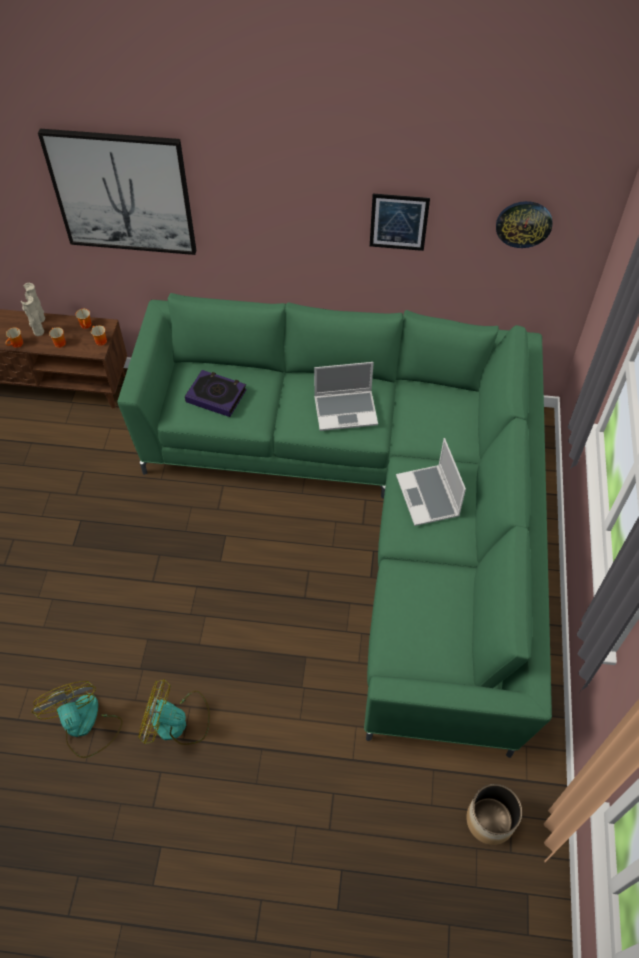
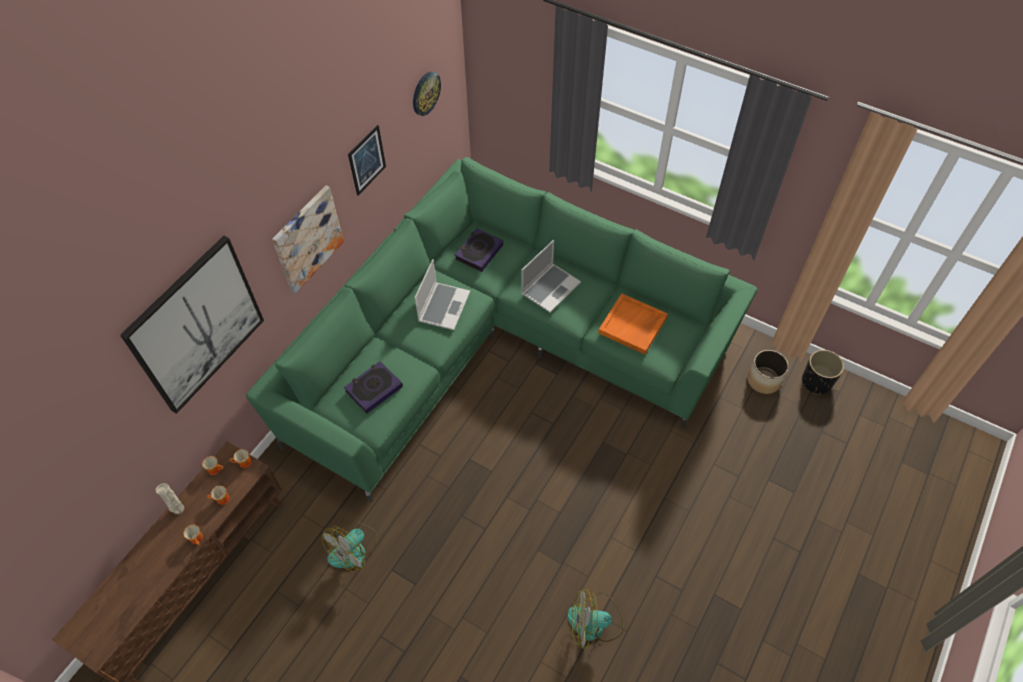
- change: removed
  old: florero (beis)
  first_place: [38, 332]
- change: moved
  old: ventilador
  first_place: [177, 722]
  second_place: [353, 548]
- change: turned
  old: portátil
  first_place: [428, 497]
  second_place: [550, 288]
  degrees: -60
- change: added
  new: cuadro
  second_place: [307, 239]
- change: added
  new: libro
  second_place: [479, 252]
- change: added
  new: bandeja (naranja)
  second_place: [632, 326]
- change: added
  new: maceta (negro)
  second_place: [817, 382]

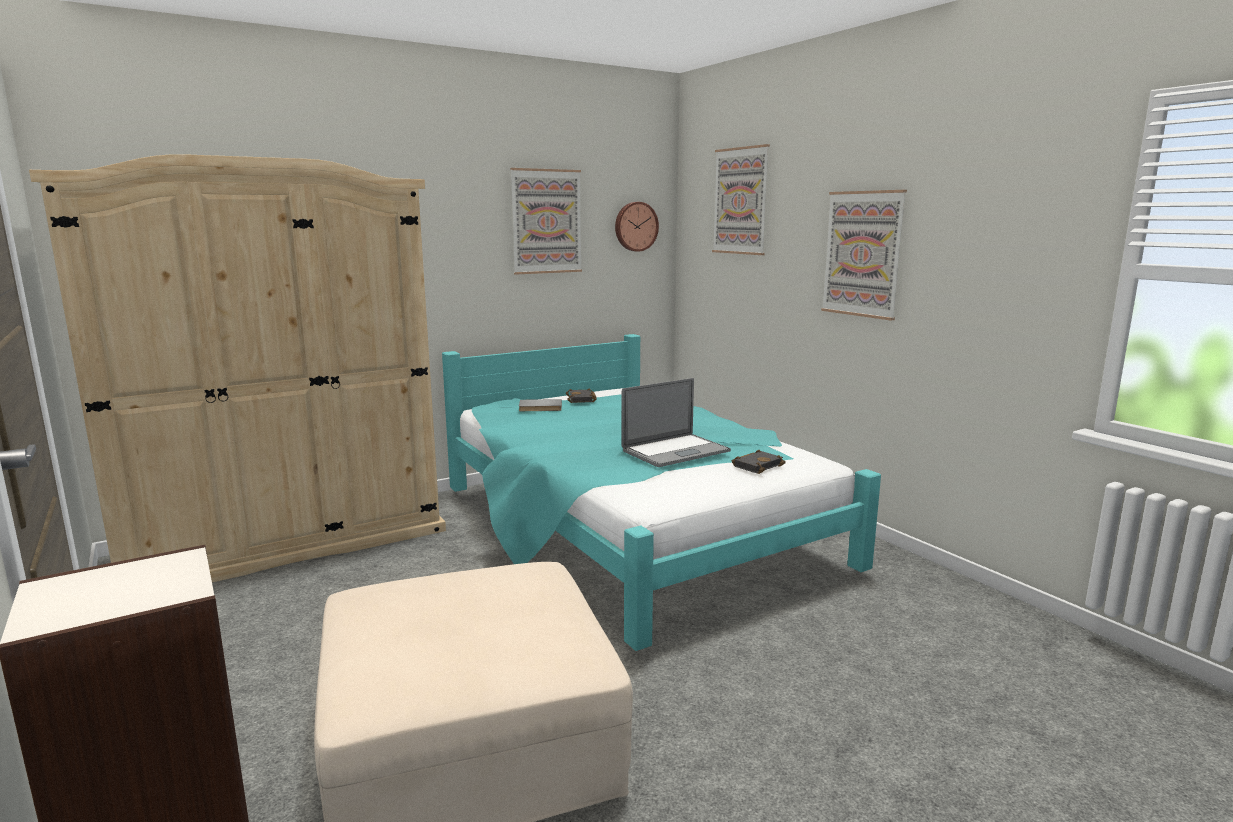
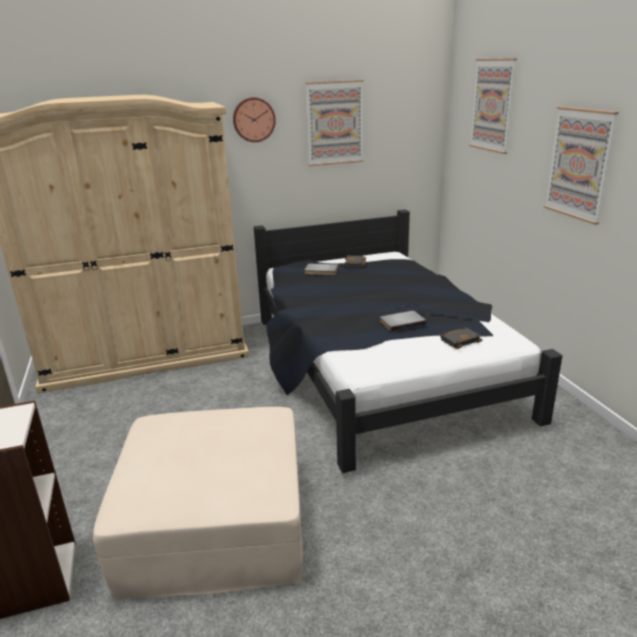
- change: recoloured
  old: cama (turquesa)
  new: cama (negro)
  first_place: [632, 529]
  second_place: [379, 368]
- change: moved
  old: reloj de pared
  first_place: [635, 226]
  second_place: [253, 119]
- change: replaced
  old: portátil
  new: libro (gris)
  first_place: [675, 451]
  second_place: [401, 322]

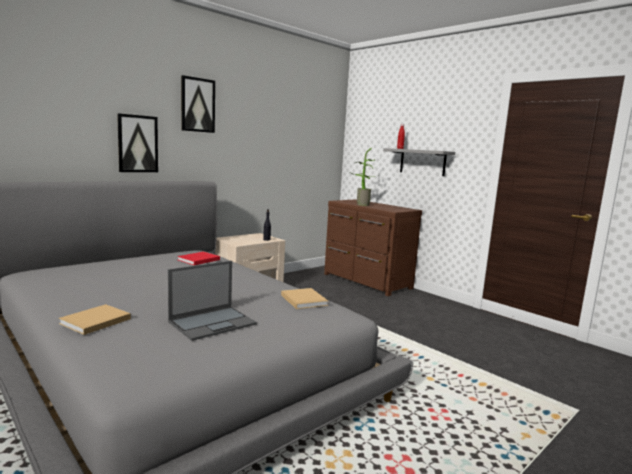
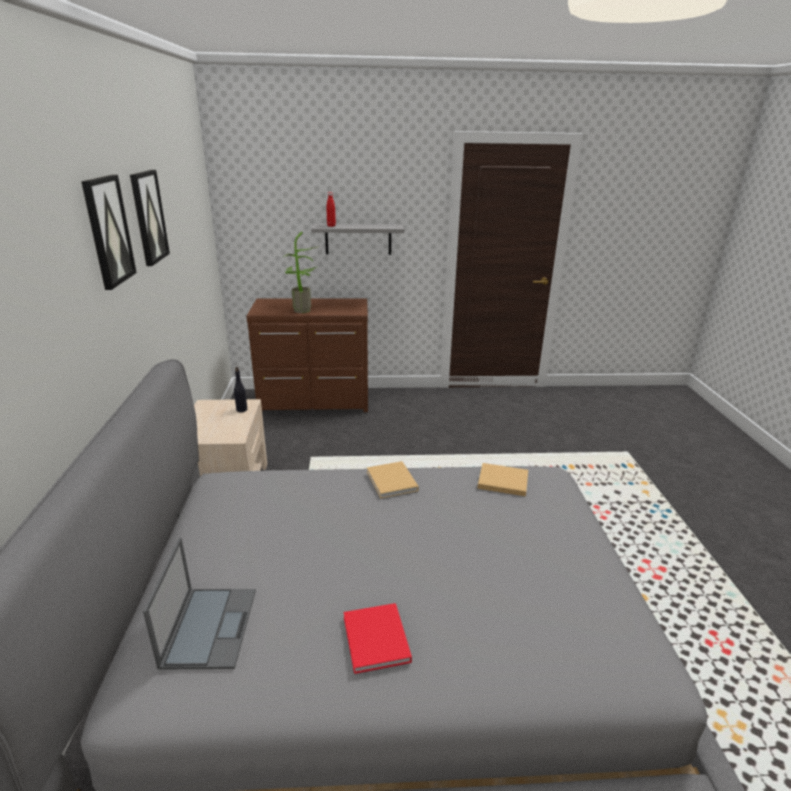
- change: moved
  old: libro (beis)
  first_place: [94, 322]
  second_place: [392, 482]
- change: moved
  old: cuadro
  first_place: [137, 144]
  second_place: [148, 217]
- change: moved
  old: portátil
  first_place: [213, 323]
  second_place: [210, 626]
- change: moved
  old: libro (rojo)
  first_place: [197, 260]
  second_place: [376, 641]

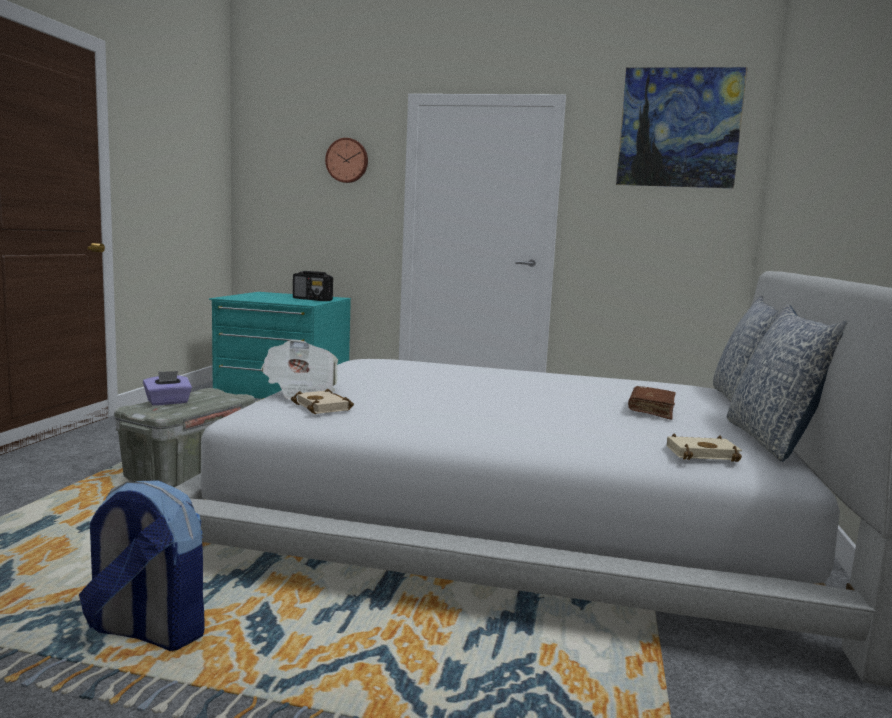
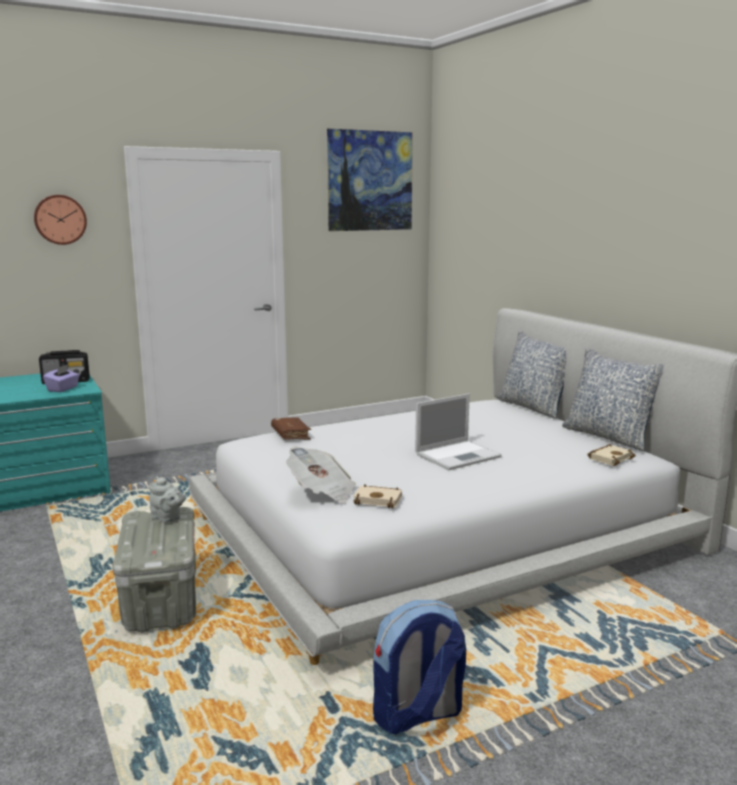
- change: moved
  old: caja de pañuelos (morado)
  first_place: [168, 402]
  second_place: [63, 389]
- change: moved
  old: libro (marrón)
  first_place: [651, 410]
  second_place: [290, 435]
- change: added
  new: tetera (gris)
  second_place: [168, 518]
- change: added
  new: portátil
  second_place: [458, 455]

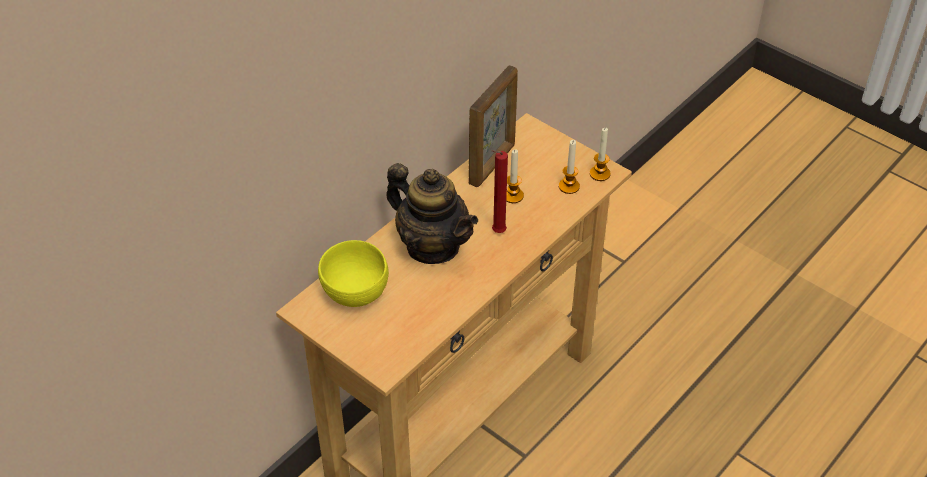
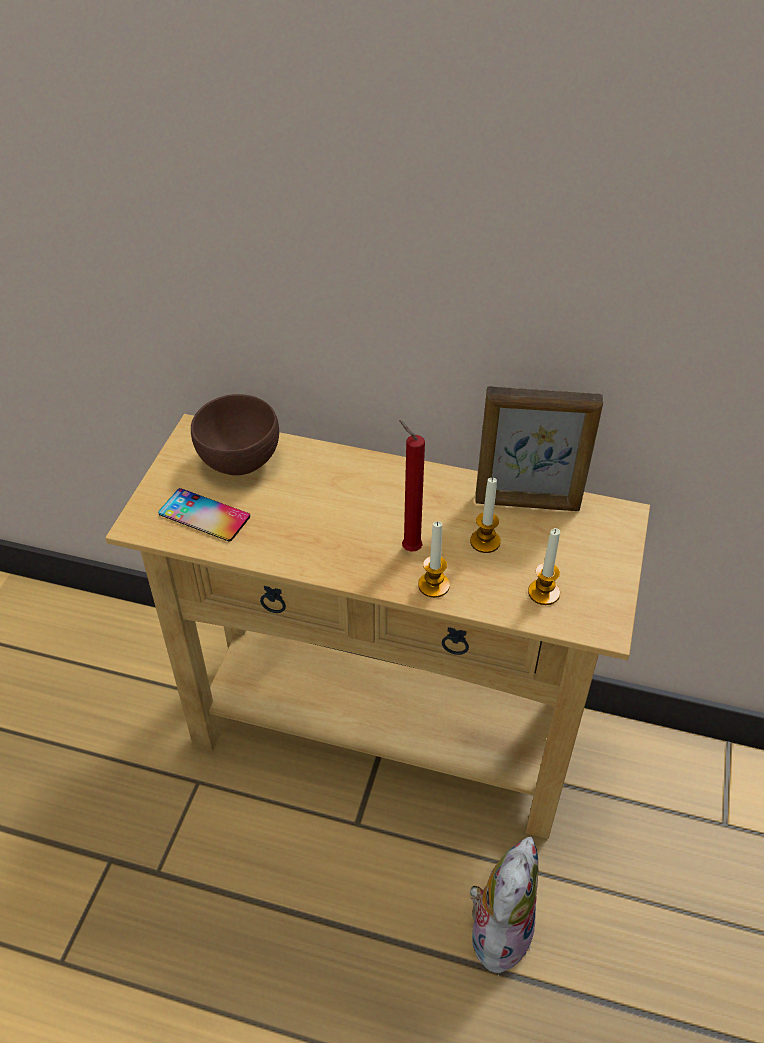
- change: recoloured
  old: cuenco (amarillo)
  new: cuenco (marrón)
  first_place: [355, 292]
  second_place: [241, 460]
- change: removed
  old: tetera
  first_place: [432, 246]
- change: moved
  old: vela
  first_place: [599, 174]
  second_place: [433, 585]
- change: added
  new: móvil
  second_place: [204, 515]
- change: added
  new: peluche
  second_place: [498, 929]

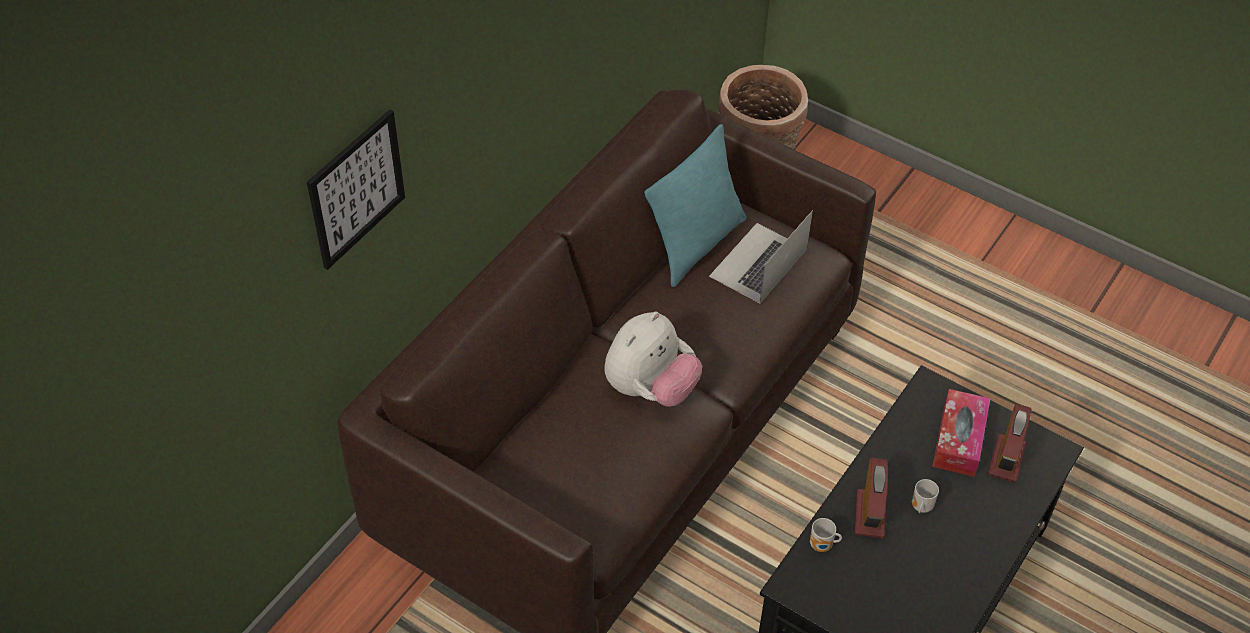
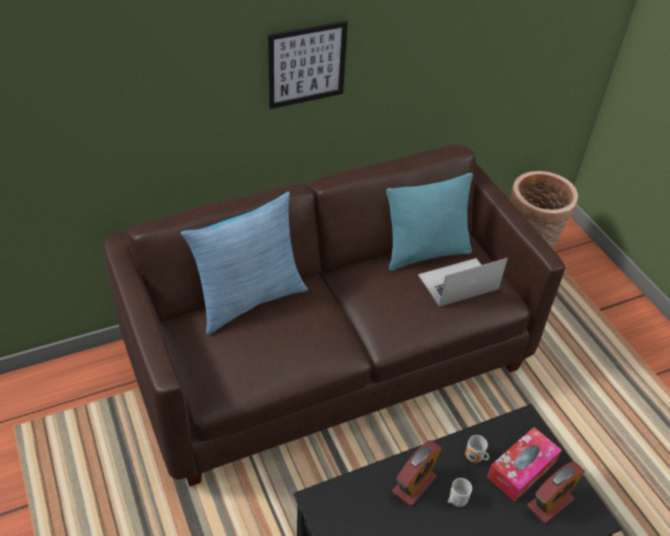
- change: moved
  old: cuadro
  first_place: [356, 189]
  second_place: [306, 64]
- change: removed
  old: peluche
  first_place: [650, 389]
- change: moved
  old: taza grande
  first_place: [822, 546]
  second_place: [474, 458]
- change: added
  new: cojín
  second_place: [248, 299]

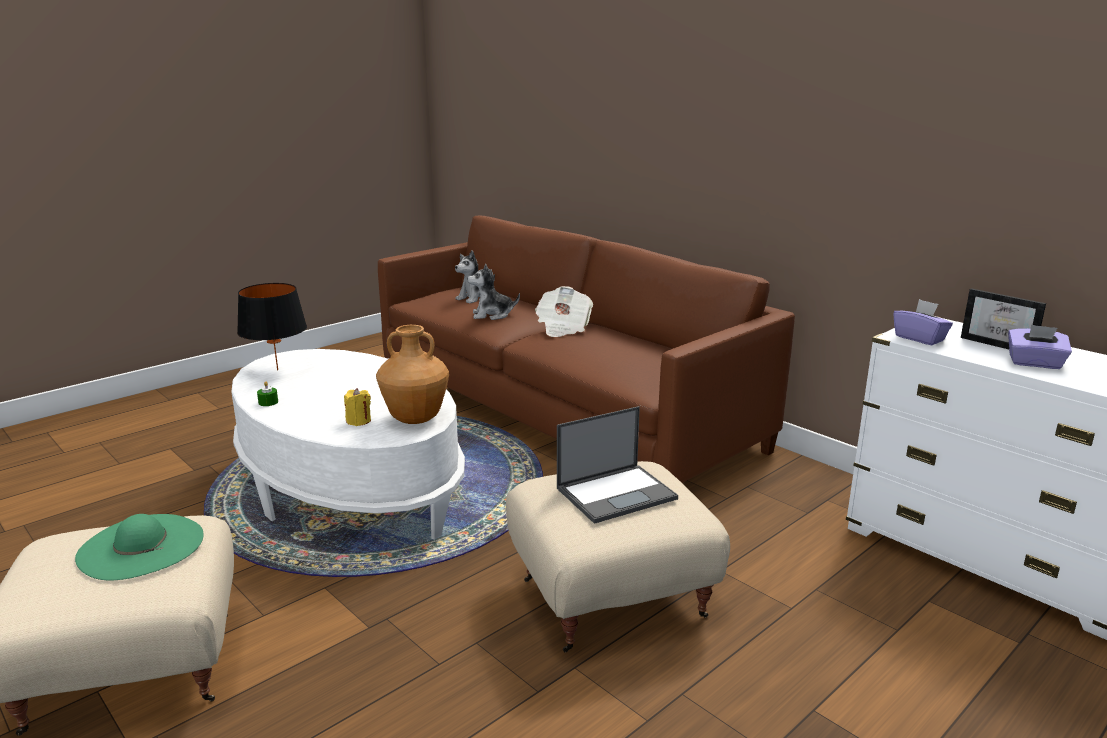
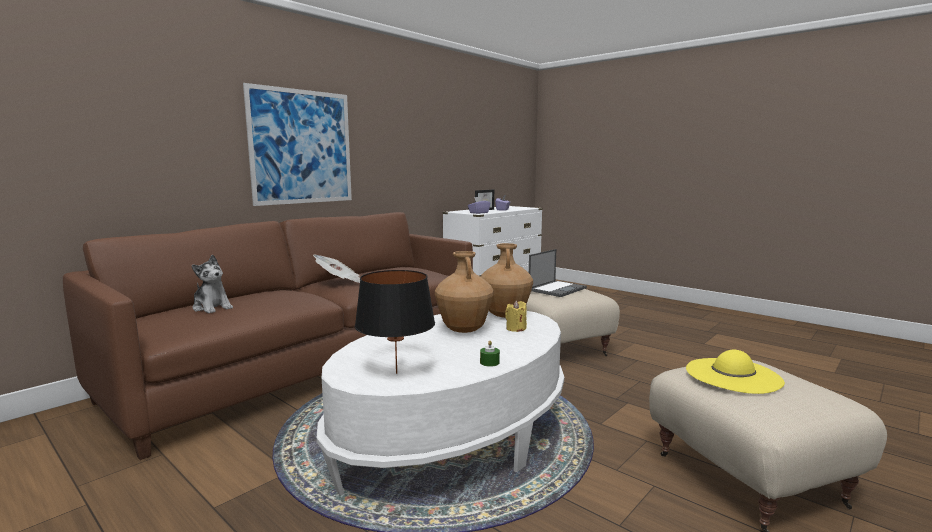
- change: recoloured
  old: sombrero (verde)
  new: sombrero (amarillo)
  first_place: [141, 546]
  second_place: [733, 375]
- change: removed
  old: peluche
  first_place: [492, 315]
- change: turned
  old: portátil
  first_place: [617, 493]
  second_place: [557, 289]
  degrees: 75
- change: added
  new: cuadro
  second_place: [302, 147]
- change: added
  new: florero (marrón)
  second_place: [464, 330]

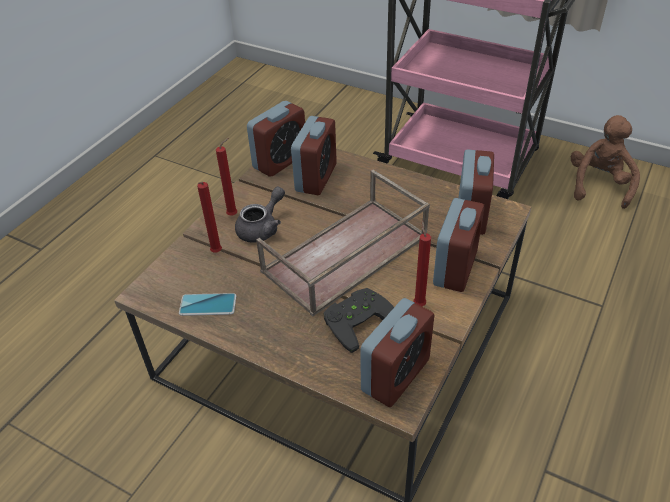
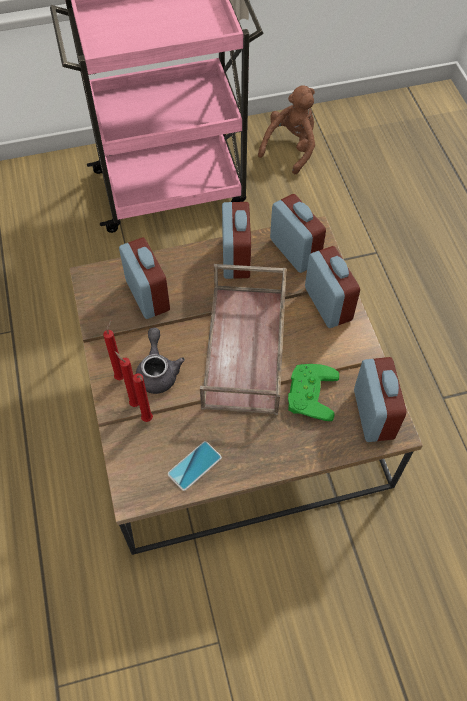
- change: moved
  old: despertador
  first_place: [280, 161]
  second_place: [236, 258]
- change: recoloured
  old: mando de consola (negro)
  new: mando de consola (verde)
  first_place: [357, 319]
  second_place: [308, 393]
- change: moved
  old: vela (rojo)
  first_place: [419, 303]
  second_place: [133, 402]
- change: turned
  old: peluche (marrón)
  first_place: [599, 185]
  second_place: [291, 148]
  degrees: 60

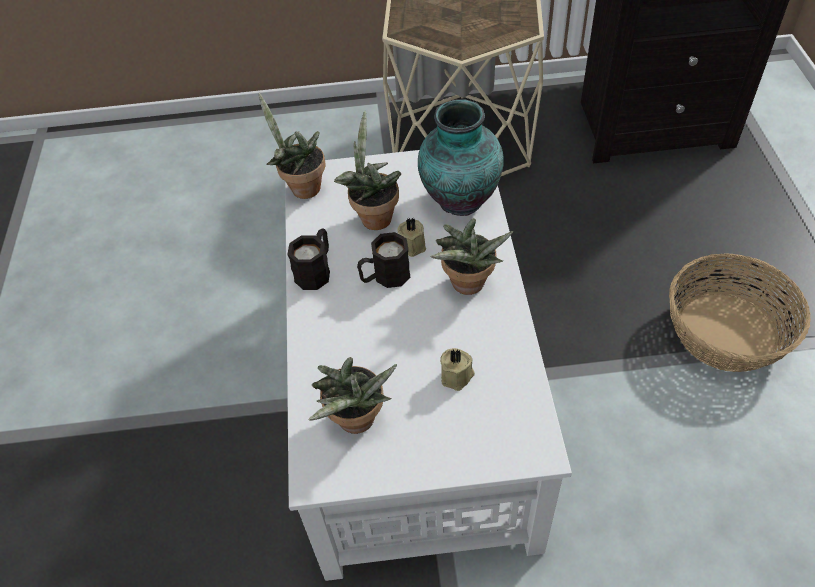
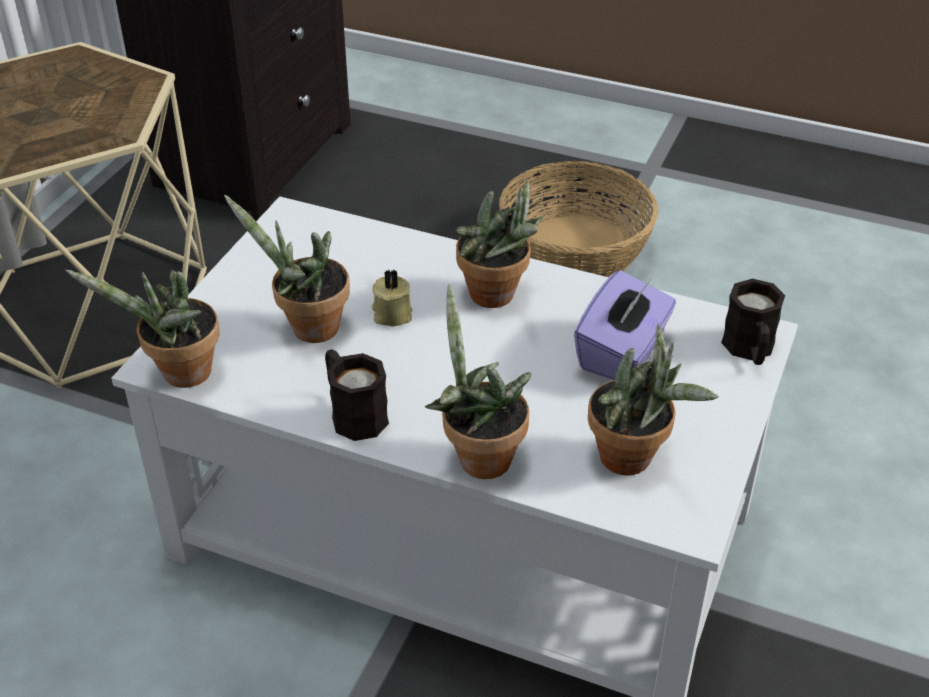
- change: moved
  old: taza grande (negro)
  first_place: [385, 277]
  second_place: [750, 350]
- change: removed
  old: florero
  first_place: [458, 200]
- change: replaced
  old: vela (beis)
  new: caja de pañuelos (morado)
  first_place: [457, 376]
  second_place: [622, 353]
- change: added
  new: planta en maceta
  second_place: [478, 456]

